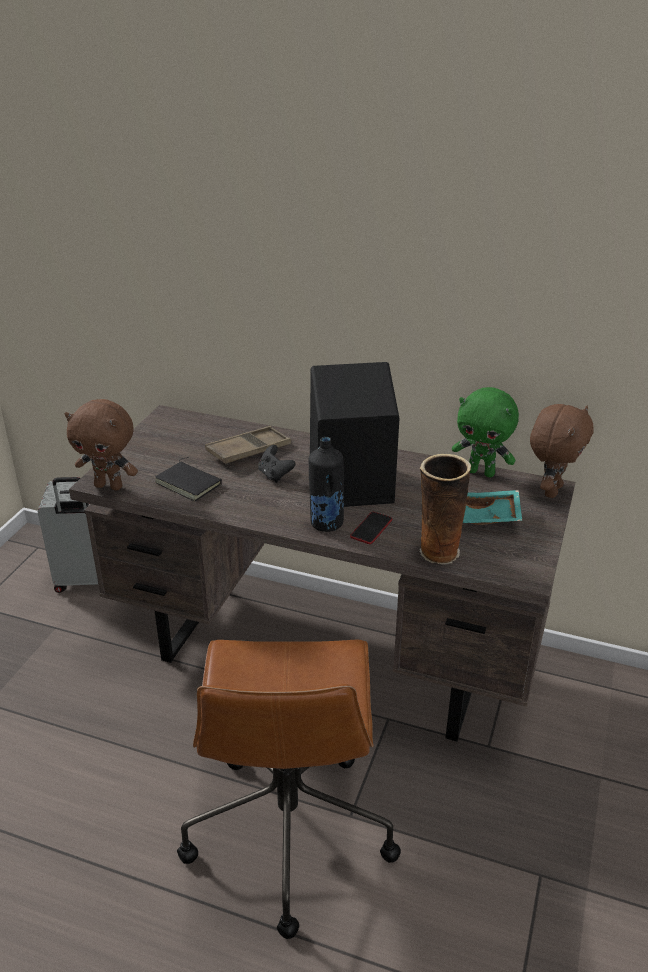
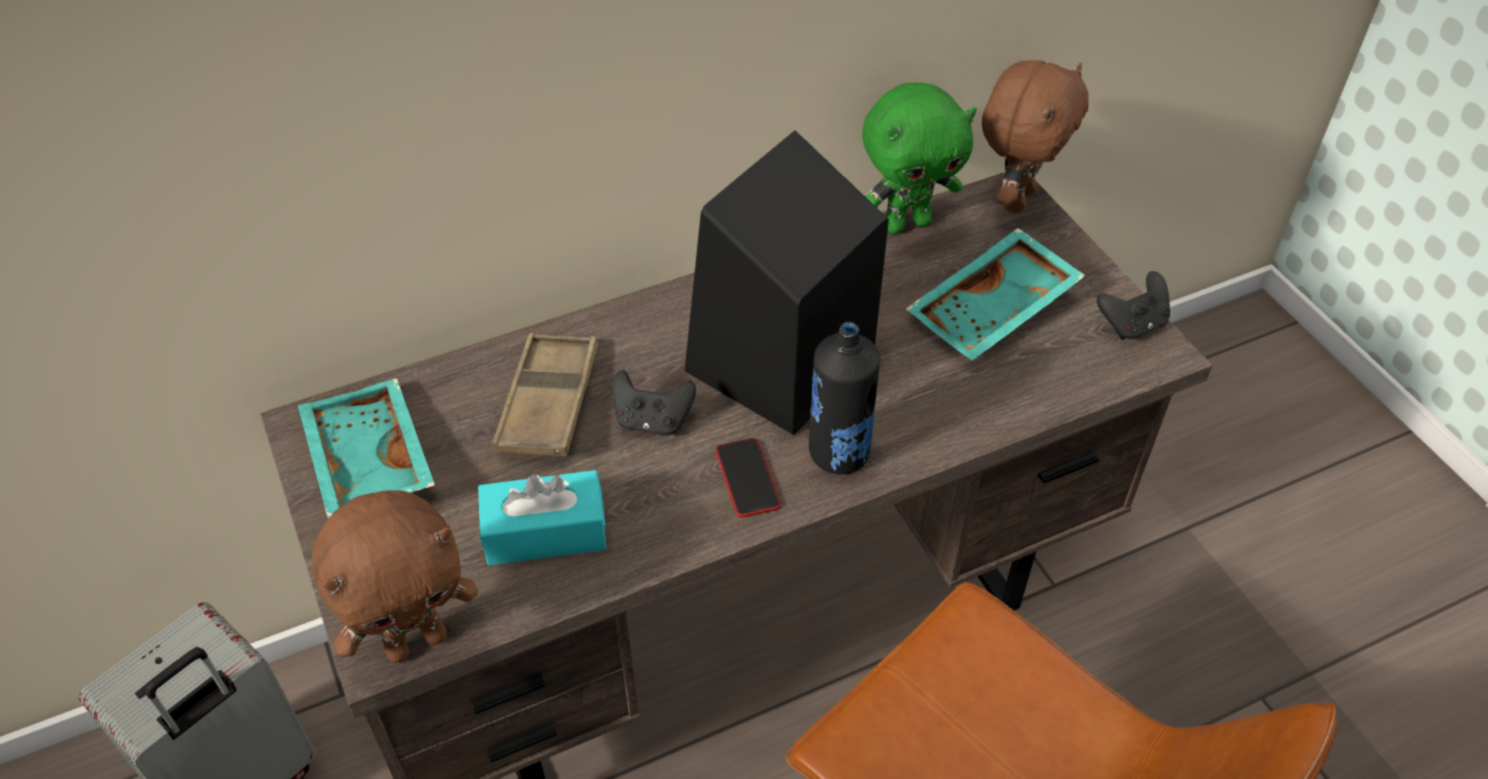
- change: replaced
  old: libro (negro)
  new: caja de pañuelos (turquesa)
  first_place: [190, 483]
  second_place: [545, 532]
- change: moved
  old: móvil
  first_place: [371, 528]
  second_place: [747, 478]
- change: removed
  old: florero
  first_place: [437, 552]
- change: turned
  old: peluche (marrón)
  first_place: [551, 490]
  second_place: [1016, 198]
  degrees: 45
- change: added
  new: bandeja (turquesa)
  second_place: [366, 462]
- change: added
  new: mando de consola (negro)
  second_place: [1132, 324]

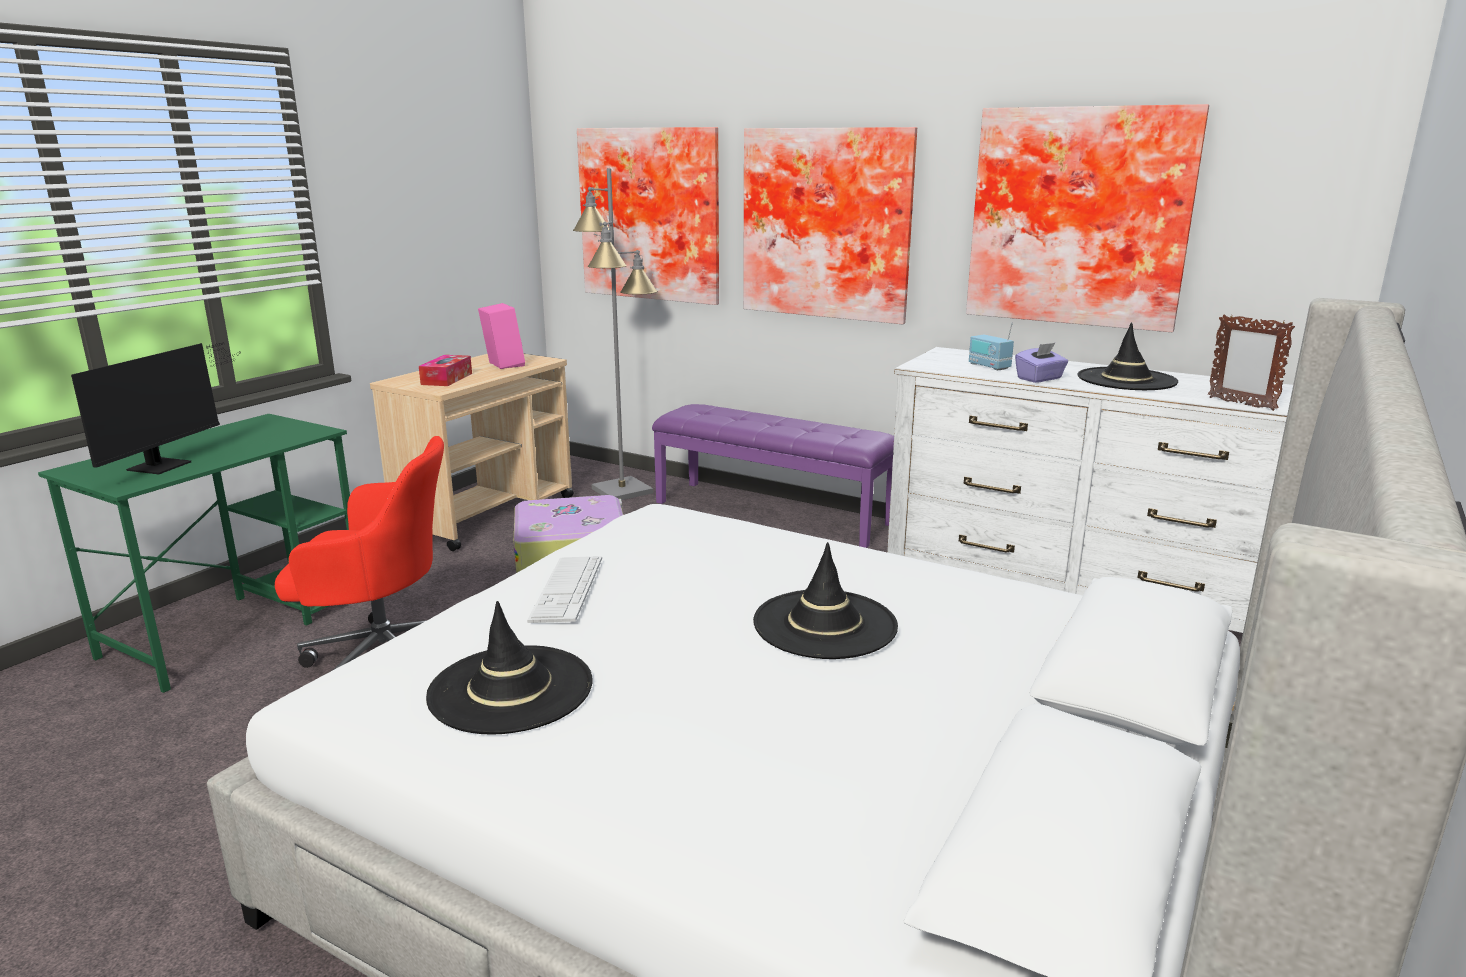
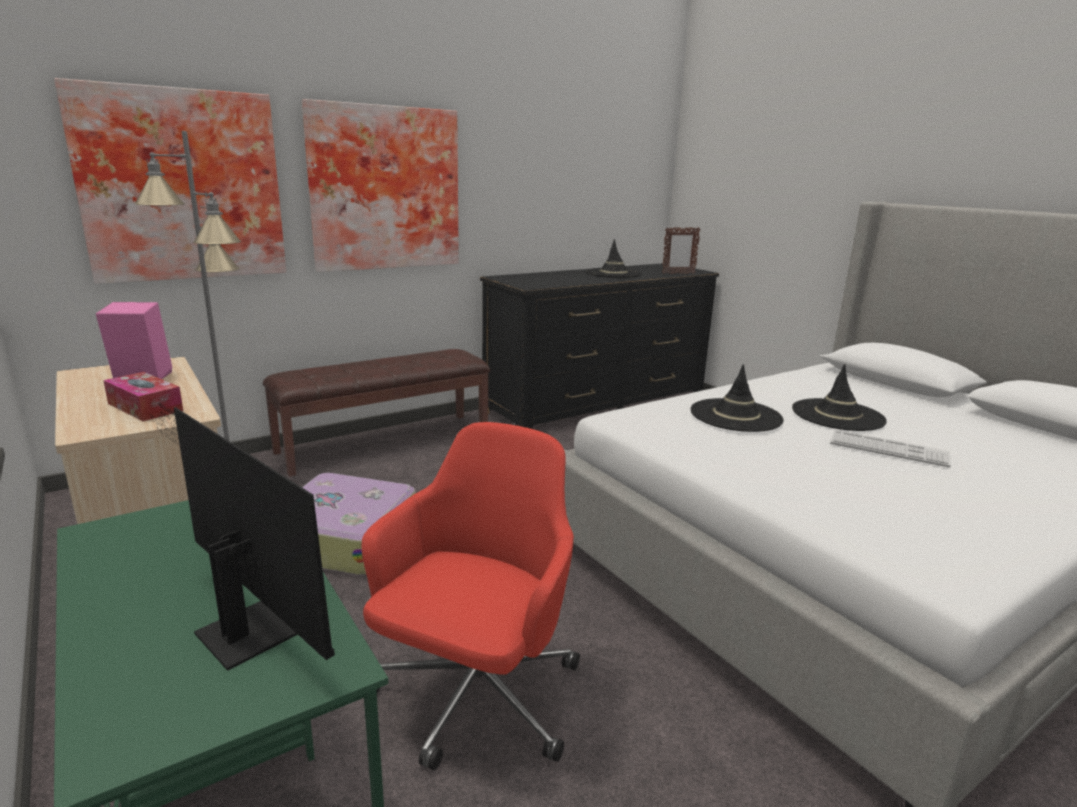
- change: moved
  old: sombrero (negro)
  first_place: [511, 690]
  second_place: [736, 416]
- change: moved
  old: teclado
  first_place: [567, 589]
  second_place: [888, 449]
- change: recoloured
  old: banco (morado)
  new: banco (marrón)
  first_place: [773, 512]
  second_place: [385, 442]
- change: recoloured
  old: cómoda (blanco)
  new: cómoda (negro)
  first_place: [1081, 585]
  second_place: [597, 403]
- change: removed
  old: cuadro
  first_place: [1079, 217]
- change: removed
  old: radio
  first_place: [989, 366]
- change: removed
  old: caja de pañuelos (morado)
  first_place: [1039, 379]

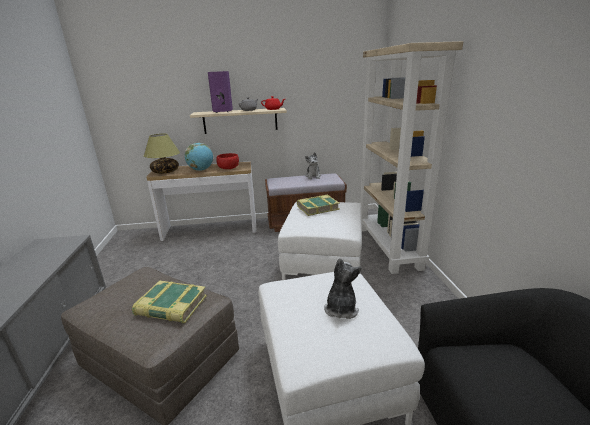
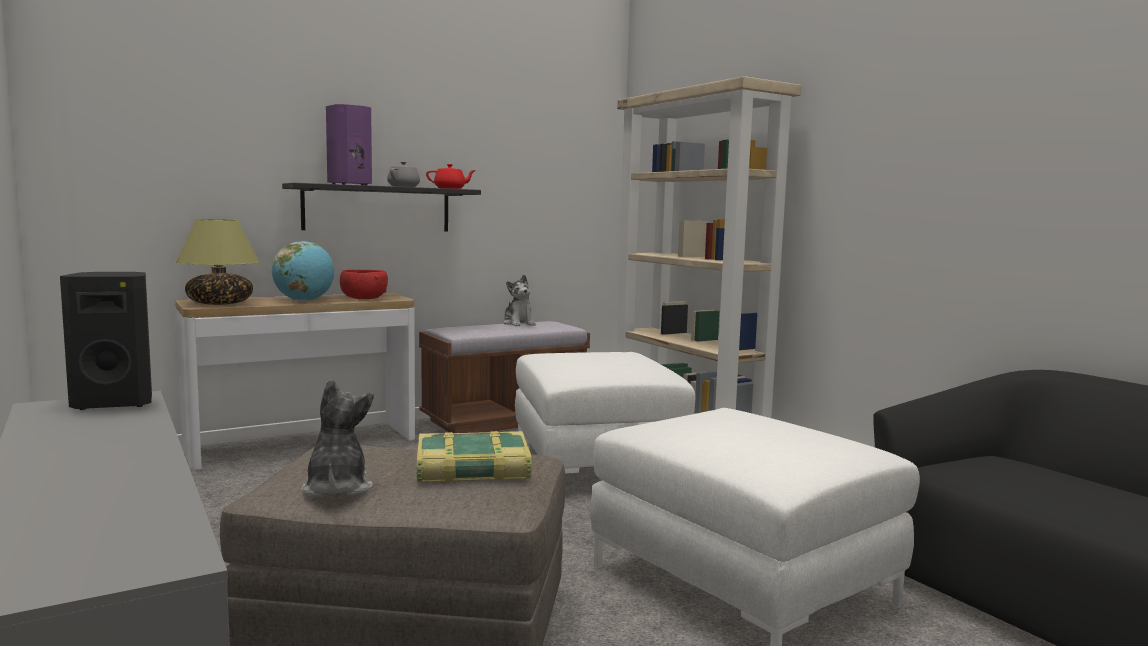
- change: recoloured
  old: estante (beis)
  new: estante (negro)
  first_place: [240, 121]
  second_place: [377, 209]
- change: removed
  old: libro
  first_place: [317, 208]
- change: moved
  old: peluche
  first_place: [341, 308]
  second_place: [337, 488]
- change: added
  new: altavoz (negro)
  second_place: [115, 403]

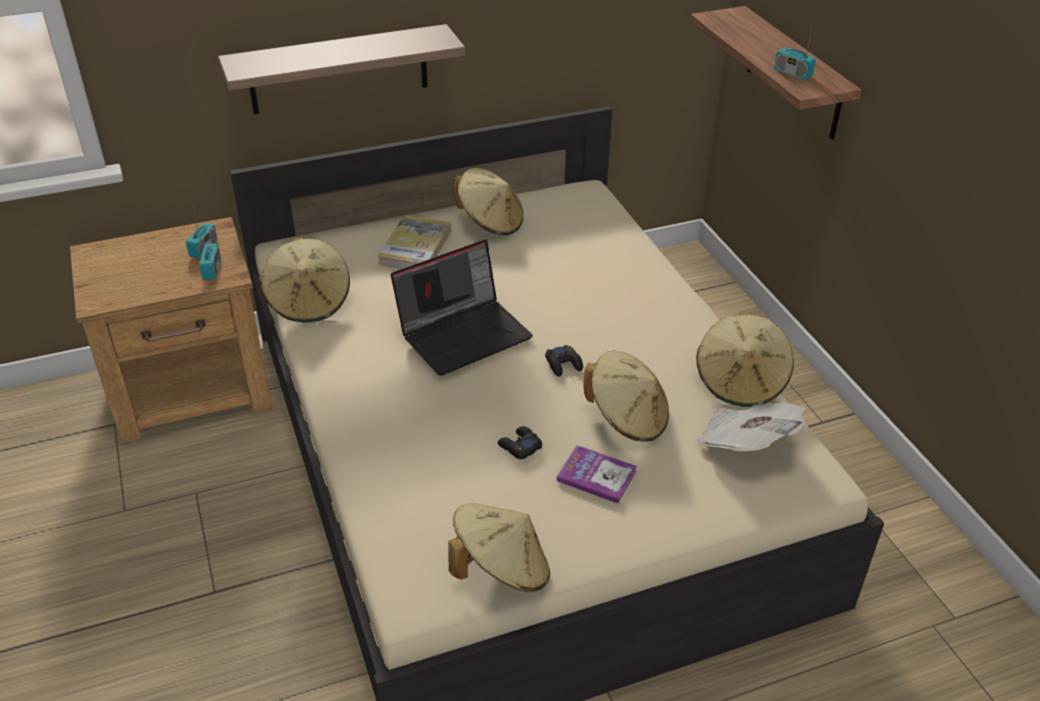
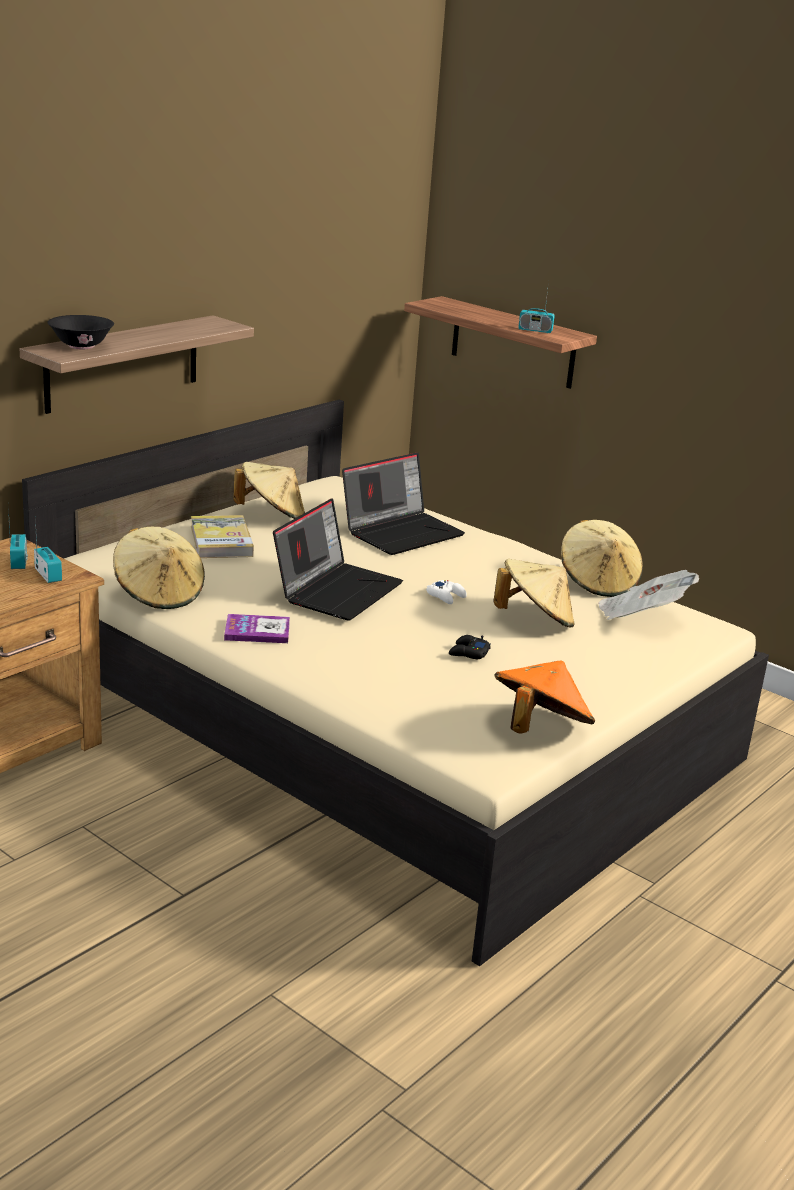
- change: recoloured
  old: sombrero (beis)
  new: sombrero (naranja)
  first_place: [501, 569]
  second_place: [539, 728]
- change: recoloured
  old: mando de consola (negro)
  new: mando de consola (blanco)
  first_place: [563, 364]
  second_place: [446, 596]
- change: moved
  old: libro
  first_place: [596, 475]
  second_place: [257, 631]
- change: added
  new: cuenco (negro)
  second_place: [81, 346]
- change: added
  new: portátil
  second_place: [402, 532]

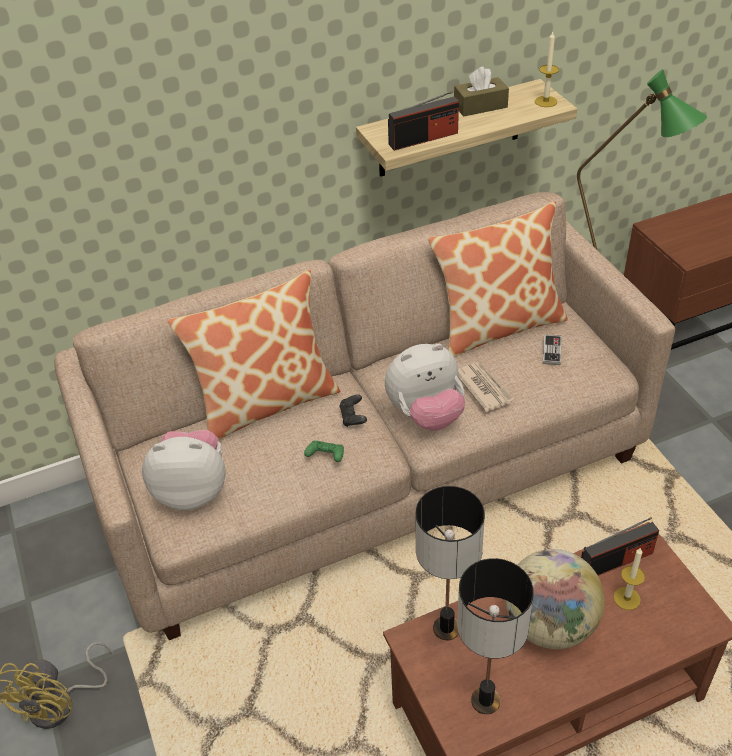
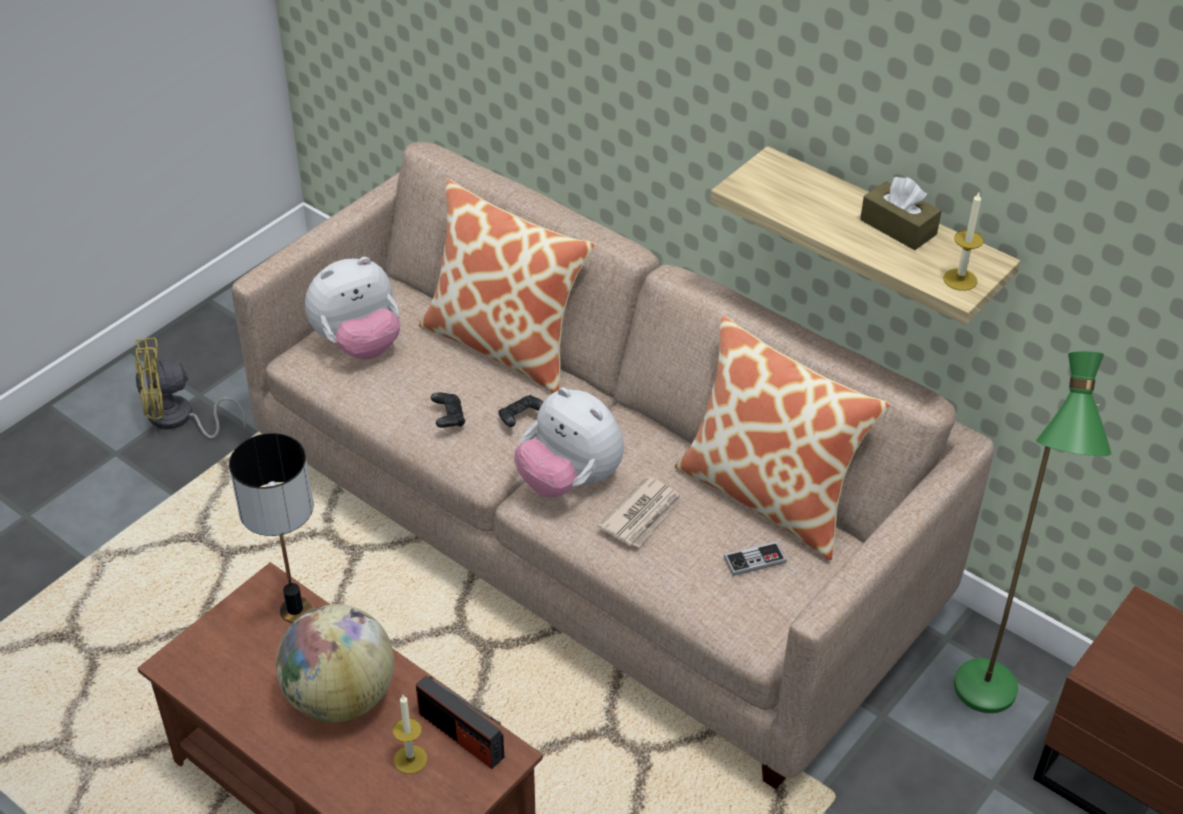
- change: turned
  old: peluche
  first_place: [192, 490]
  second_place: [358, 344]
  degrees: 90
- change: recoloured
  old: mando de consola (verde)
  new: mando de consola (negro)
  first_place: [326, 457]
  second_place: [448, 418]
- change: removed
  old: radio
  first_place: [423, 139]
- change: removed
  old: lámpara de mesa
  first_place: [485, 702]

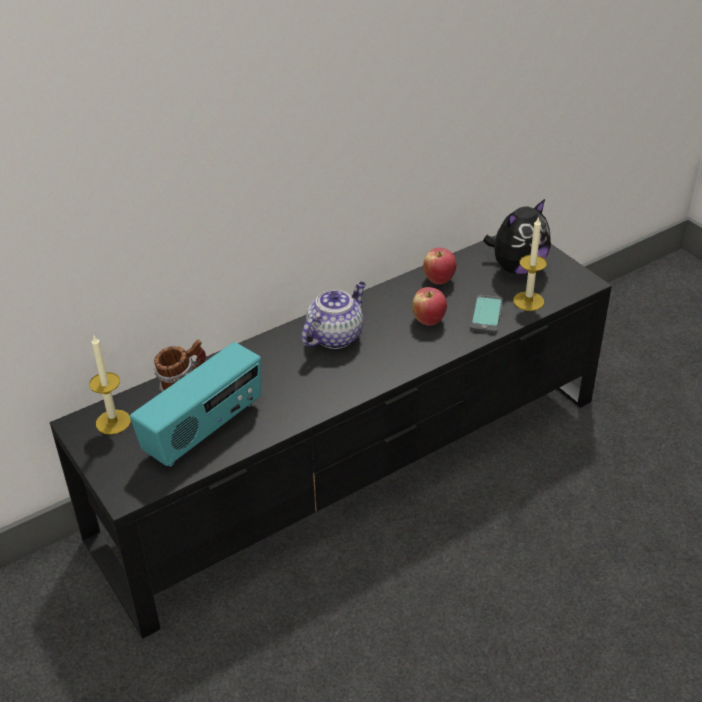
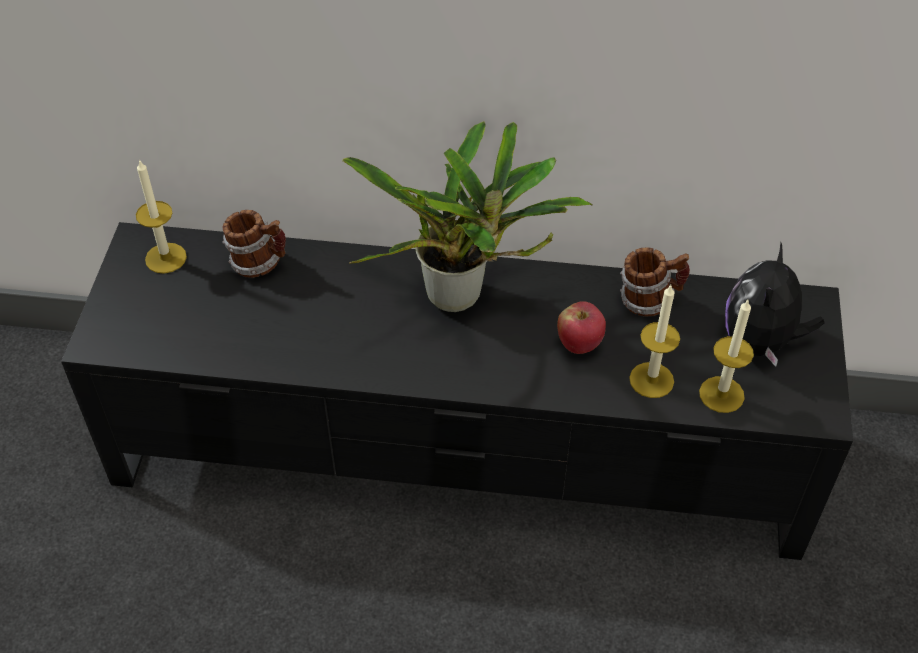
- change: removed
  old: radio
  first_place: [204, 430]
- change: replaced
  old: tetera
  new: planta en maceta
  first_place: [335, 336]
  second_place: [462, 298]
- change: replaced
  old: manzana
  new: taza grande
  first_place: [439, 280]
  second_place: [649, 300]
- change: replaced
  old: móvil
  new: vela
  first_place: [486, 315]
  second_place: [651, 380]
- change: turned
  old: peluche
  first_place: [517, 267]
  second_place: [760, 342]
  degrees: 105

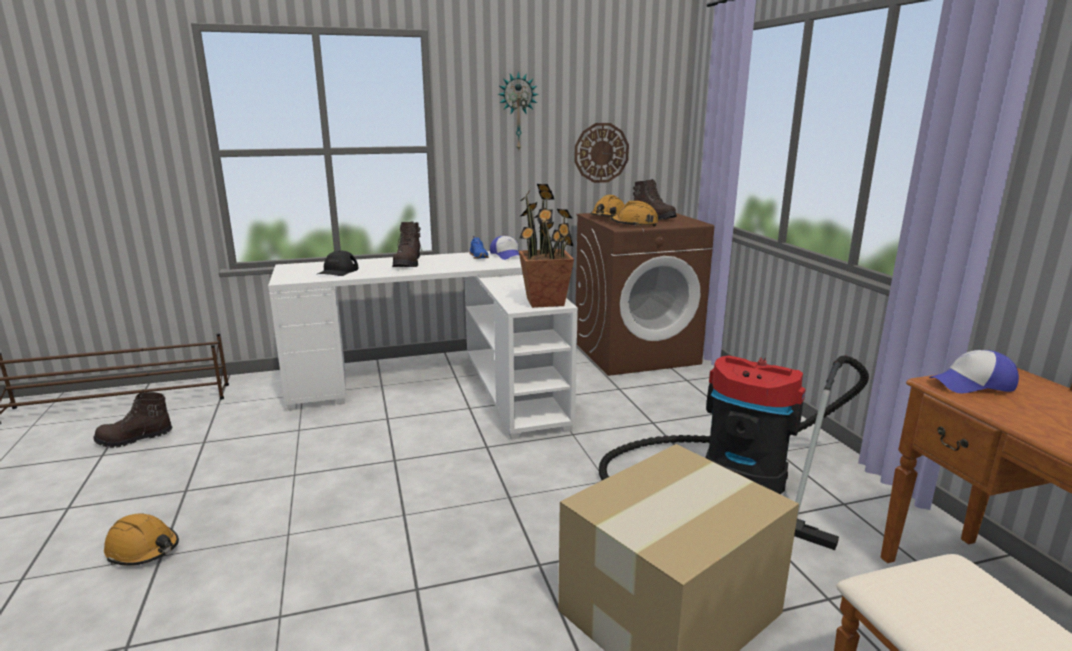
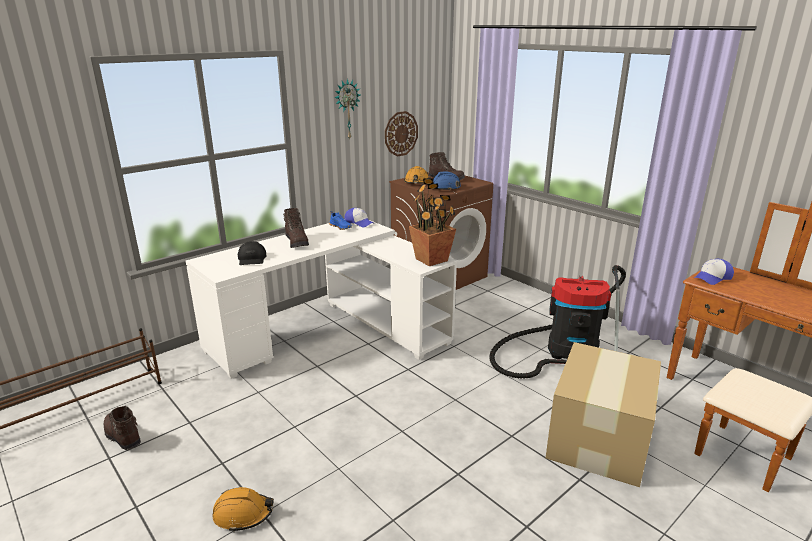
- change: turned
  old: bota (marrón)
  first_place: [134, 439]
  second_place: [122, 437]
  degrees: 90
- change: recoloured
  old: casco (naranja)
  new: casco (azul)
  first_place: [634, 224]
  second_place: [444, 188]

